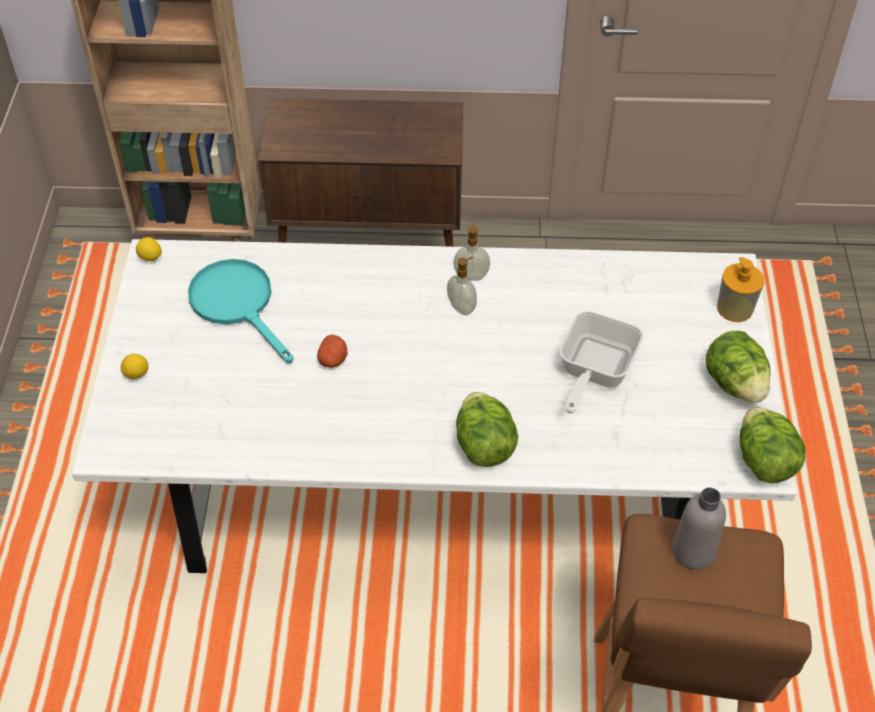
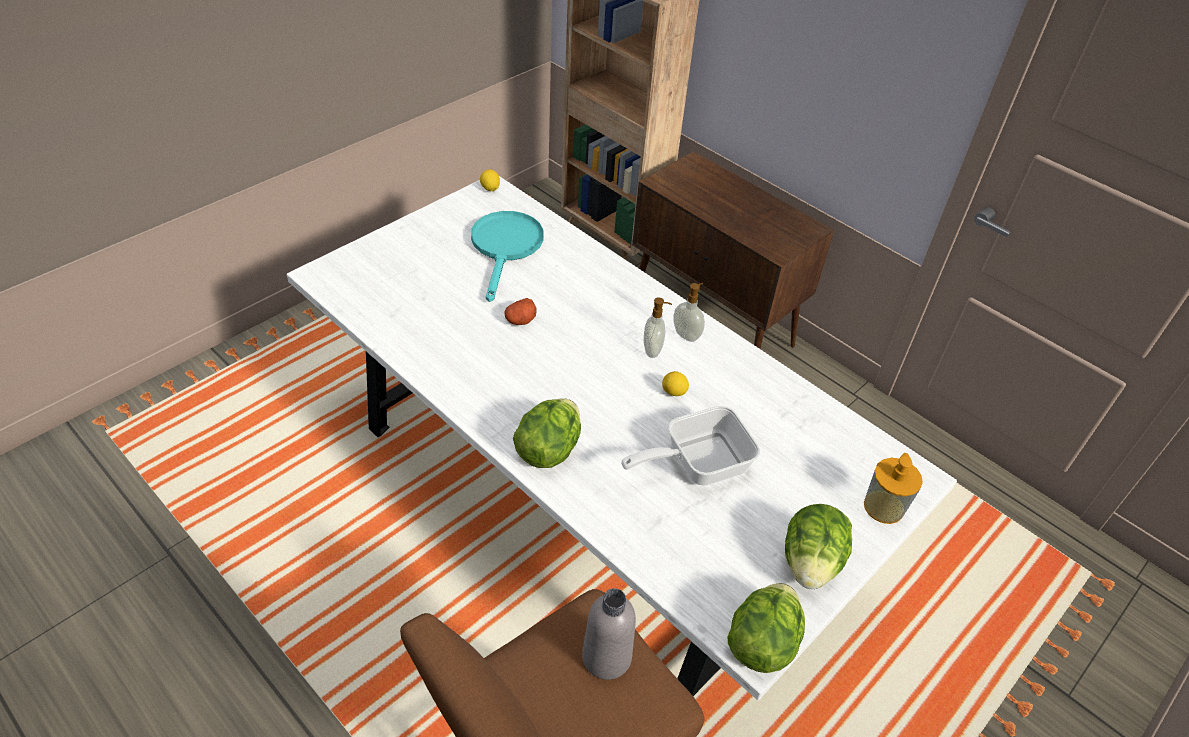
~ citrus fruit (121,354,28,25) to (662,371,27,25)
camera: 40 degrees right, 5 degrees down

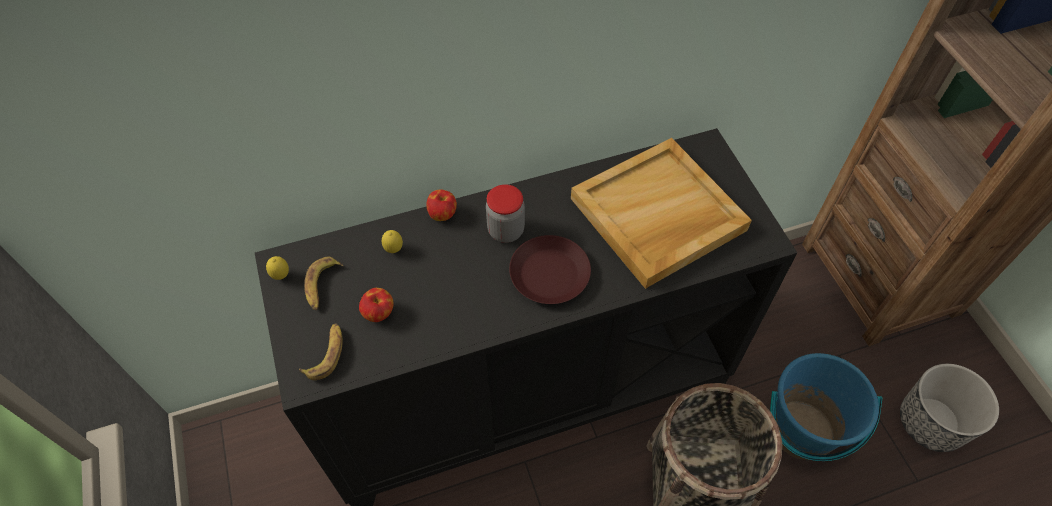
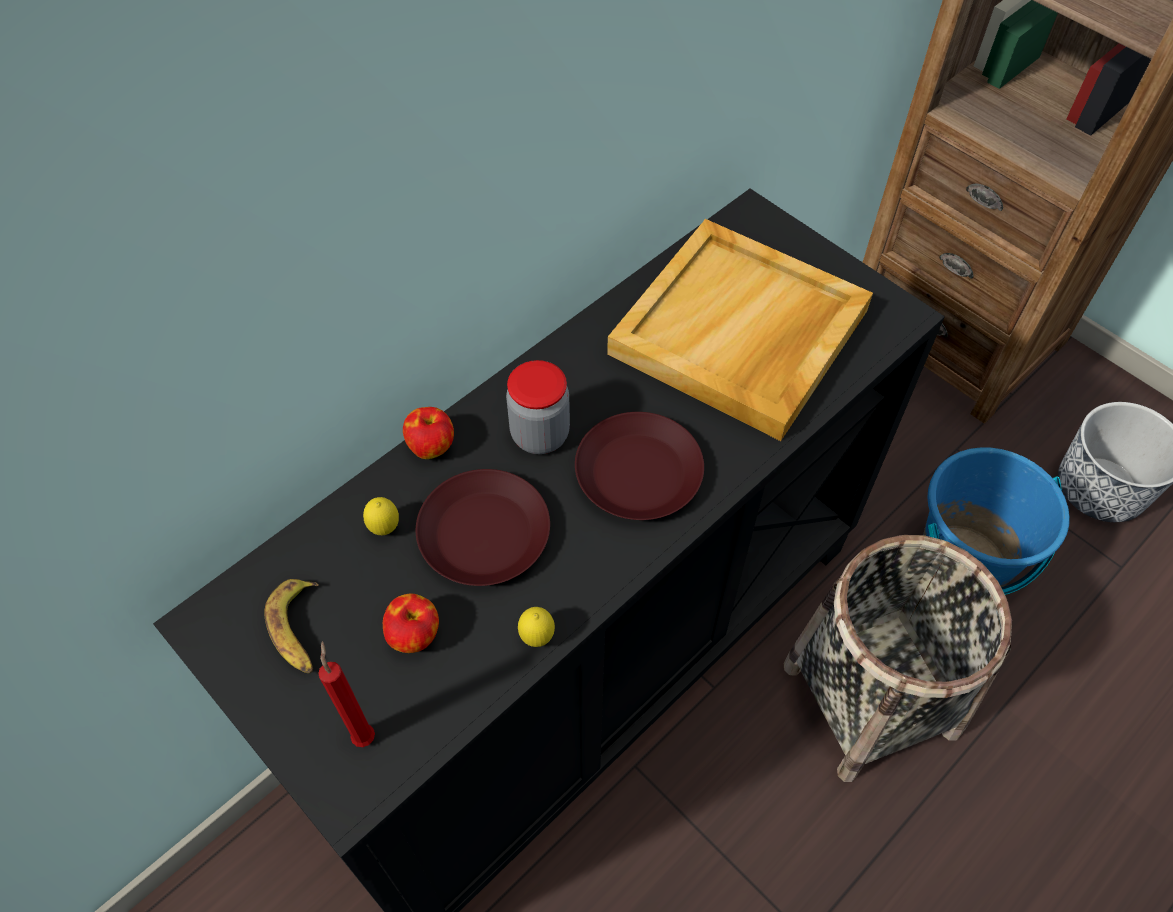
~ banana fruit (299,323,44,57) to candle in red-coloured (318,641,57,106)
+ flat dish in brown-coloured (416,469,134,117)
~ citrus fruit (266,256,23,24) to (518,607,37,40)
camera: 25 degrees left, 0 degrees up

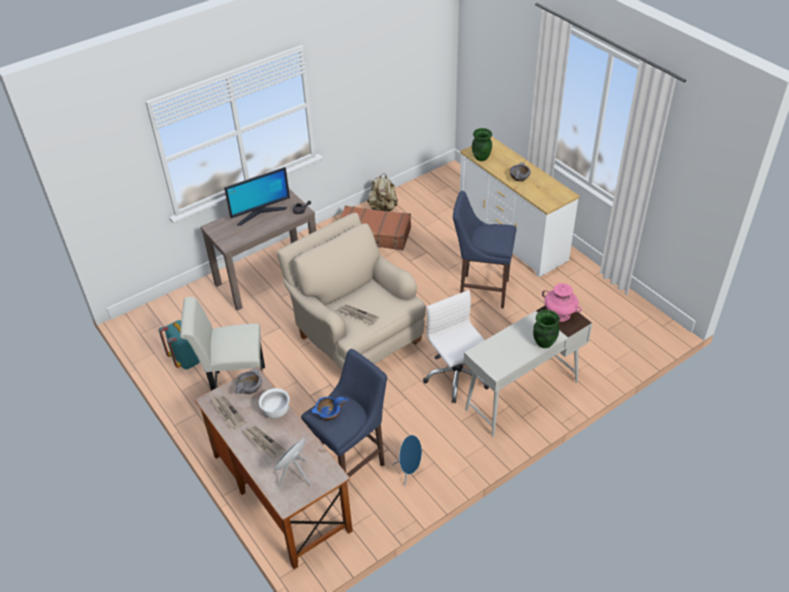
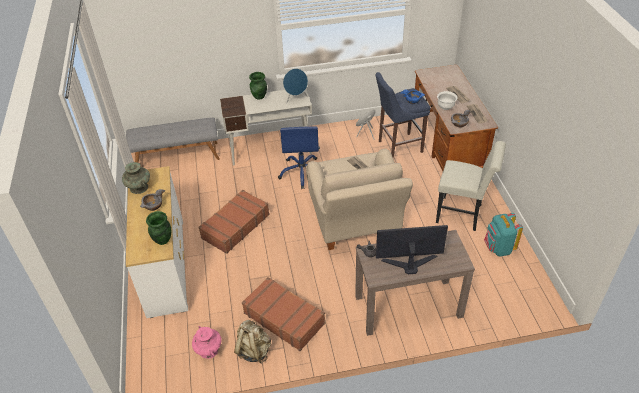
+ vase in turquoise-coloured (122,162,28,32)
+ bench in greyish (126,117,94,46)
~ vase in pinkish (542,283,40,39) to (192,326,30,33)
~ sitting stool in blue (453,191,63,118) to suitcase in brown-coloured (198,190,72,64)
~ office chair in whitish (423,290,66,113) to office chair in blue (278,126,42,63)
~ audio speaker in blue (274,437,38,50) to (283,69,25,35)
camera: 155 degrees left, 0 degrees up

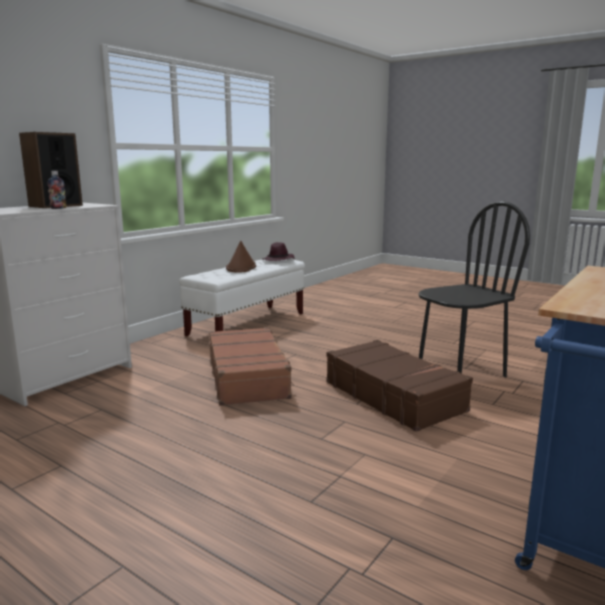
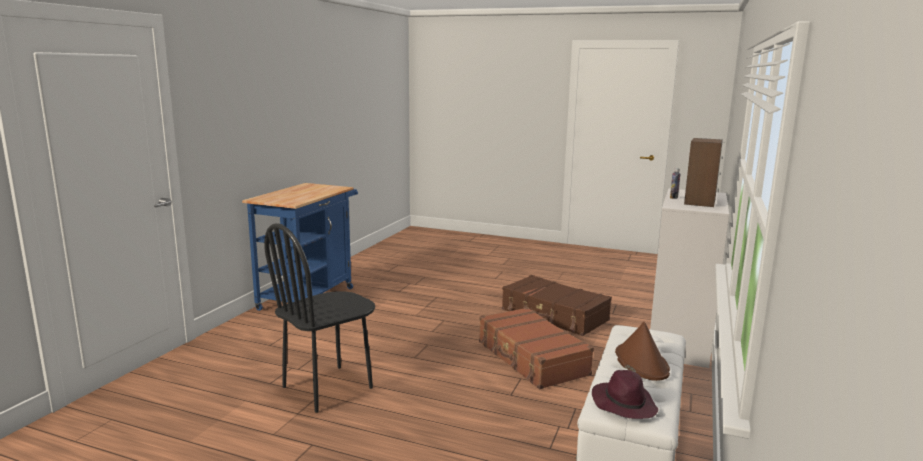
~ suitcase in brown-coloured (326,340,147,92) to (502,275,110,61)
camera: 165 degrees right, 0 degrees up

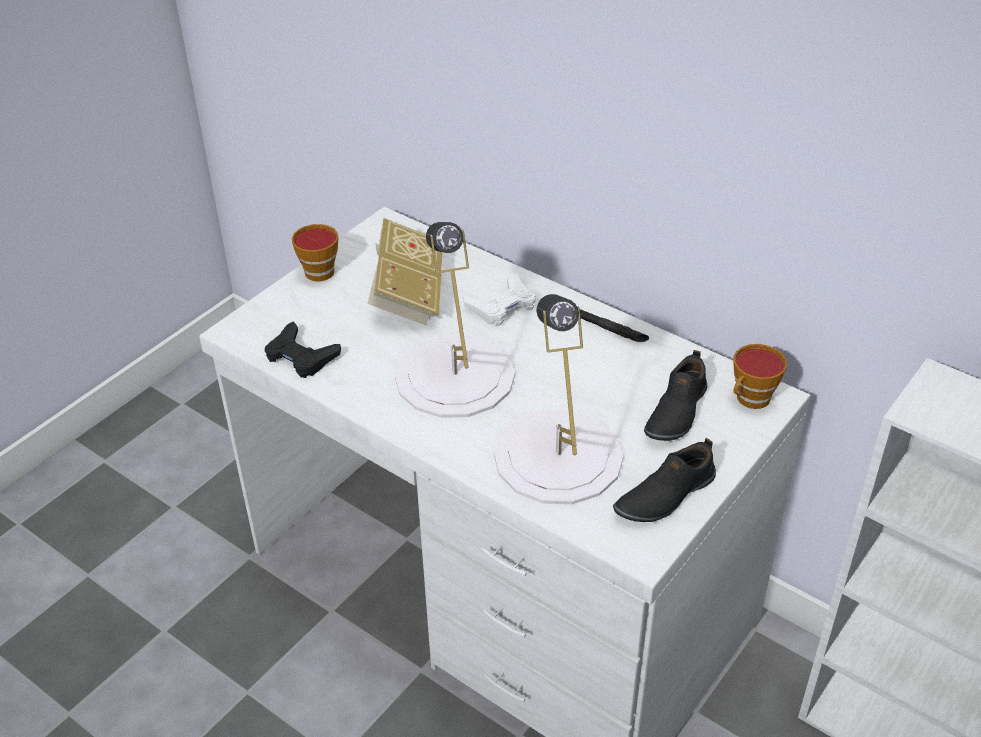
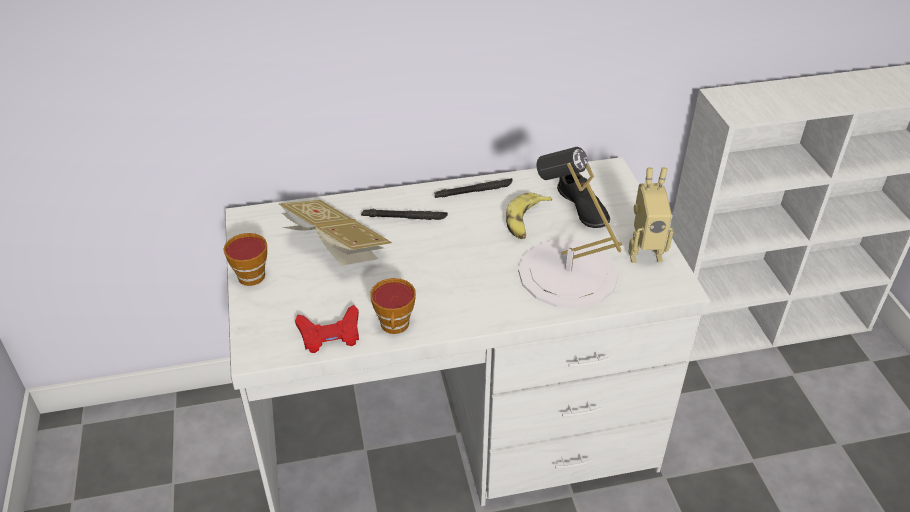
~ game controller in blackish (265,322,76,56) to game controller in red-coloured (295,305,64,48)
~ game controller in whitish (463,273,73,53) to flashlight in blackish (361,208,87,12)
~ cup (733,344,54,65) to (370,278,46,56)
+ banana fruit (506,192,46,47)
~ item of footwear in blackish (613,438,103,84) to toy robot (628,167,45,96)
- table lamp in whitish (395,222,120,196)
camera: 50 degrees left, 0 degrees up

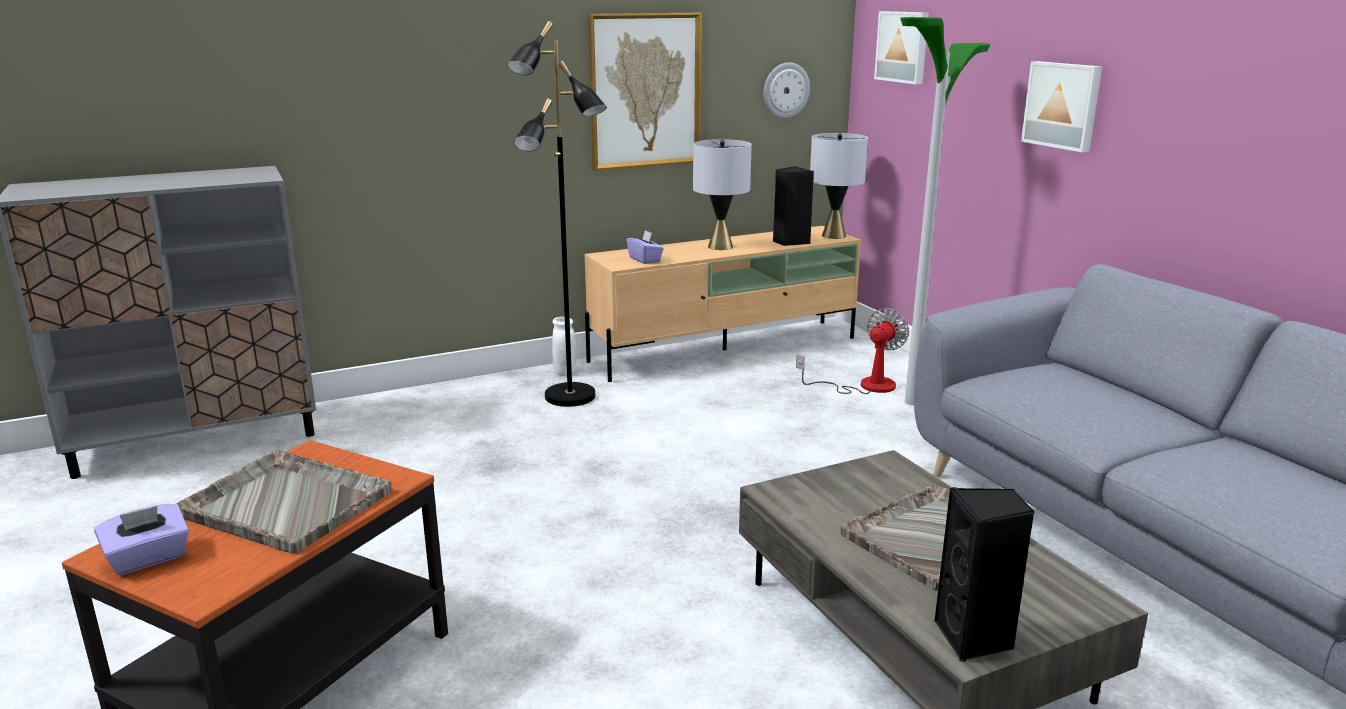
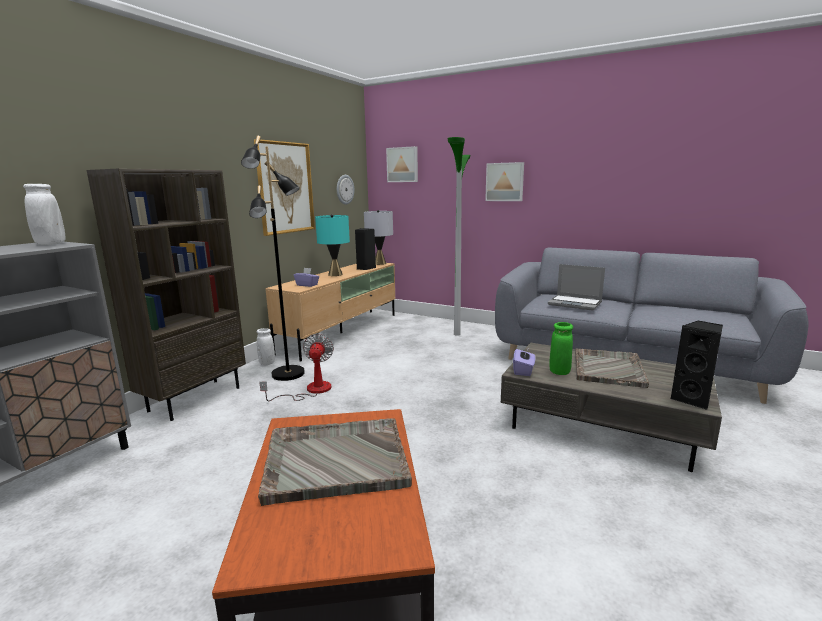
+ vase in whitish (23,184,43,61)
+ bookcase in brown-coloured (87,168,159,253)
~ fan (796,308,113,86) to (259,334,75,67)
~ table lamp in greyish (693,139,59,111) to table lamp in turquoise-coloured (315,214,35,62)
~ tissue holder in purplish (94,504,95,71) to (513,347,22,29)
+ portable computer (548,264,57,47)
+ vase in green (549,322,24,53)
camera: 35 degrees left, 5 degrees down

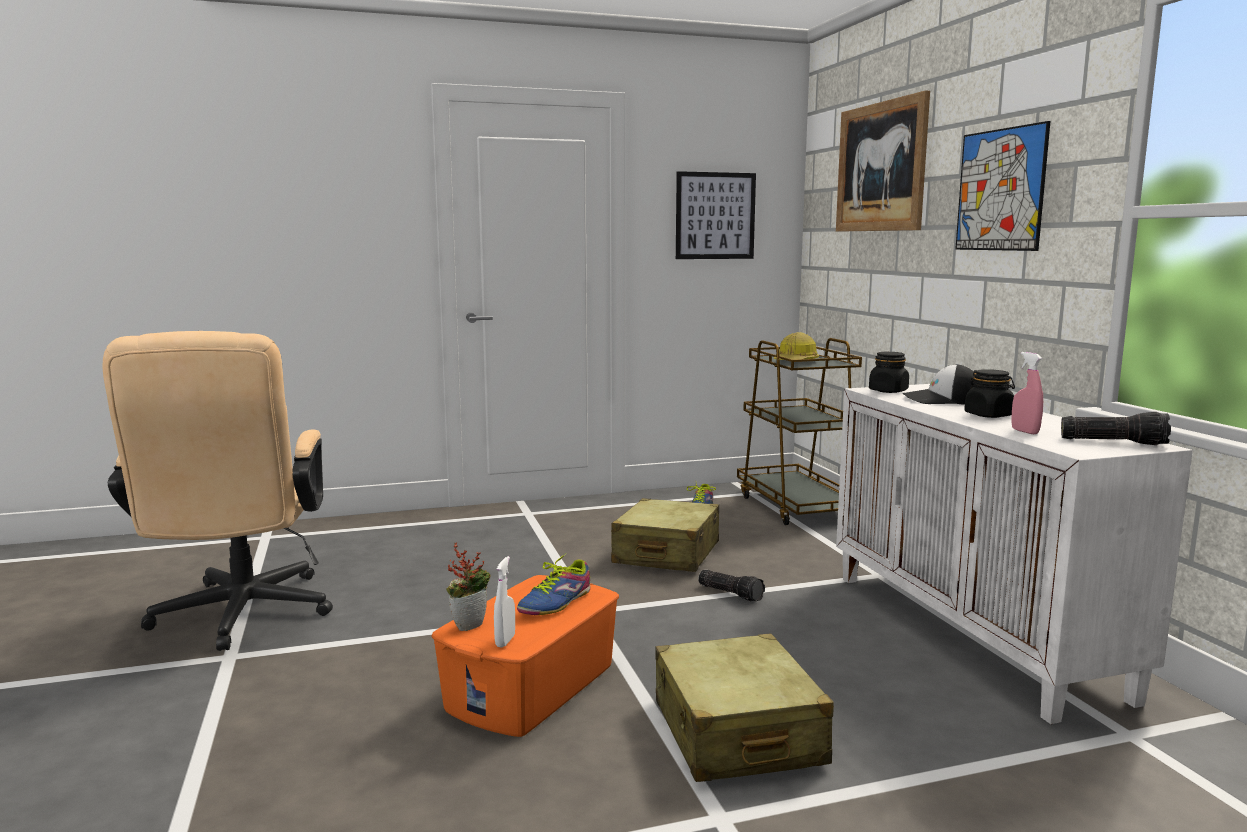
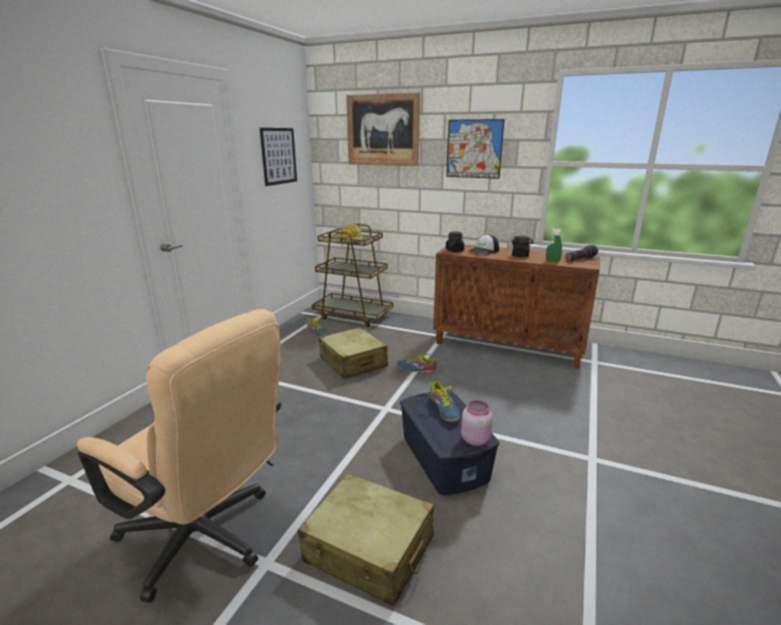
~ suitcase in sand-coloured (655,633,179,149) to (298,473,136,134)
~ flashlight (698,570,67,31) to item of footwear (396,353,41,20)
~ storage box in orangey (431,575,188,162) to storage box in blue (400,391,99,104)
~ cabinet in whitish (836,384,357,340) to cabinet in brown-coloured (433,244,167,125)
~ sprayer in whitish (494,556,21,91) to storage jar in pinkish (461,400,32,46)
~ sprayer in pinkish (1011,352,32,82) to sprayer in green (546,228,16,34)
- plant in a pot (447,543,43,88)
camera: 50 degrees left, 10 degrees up

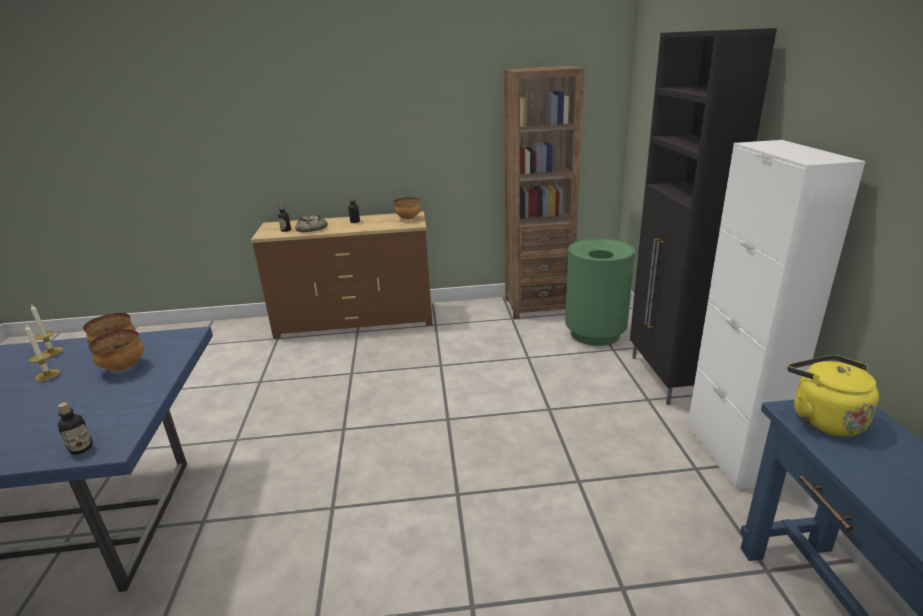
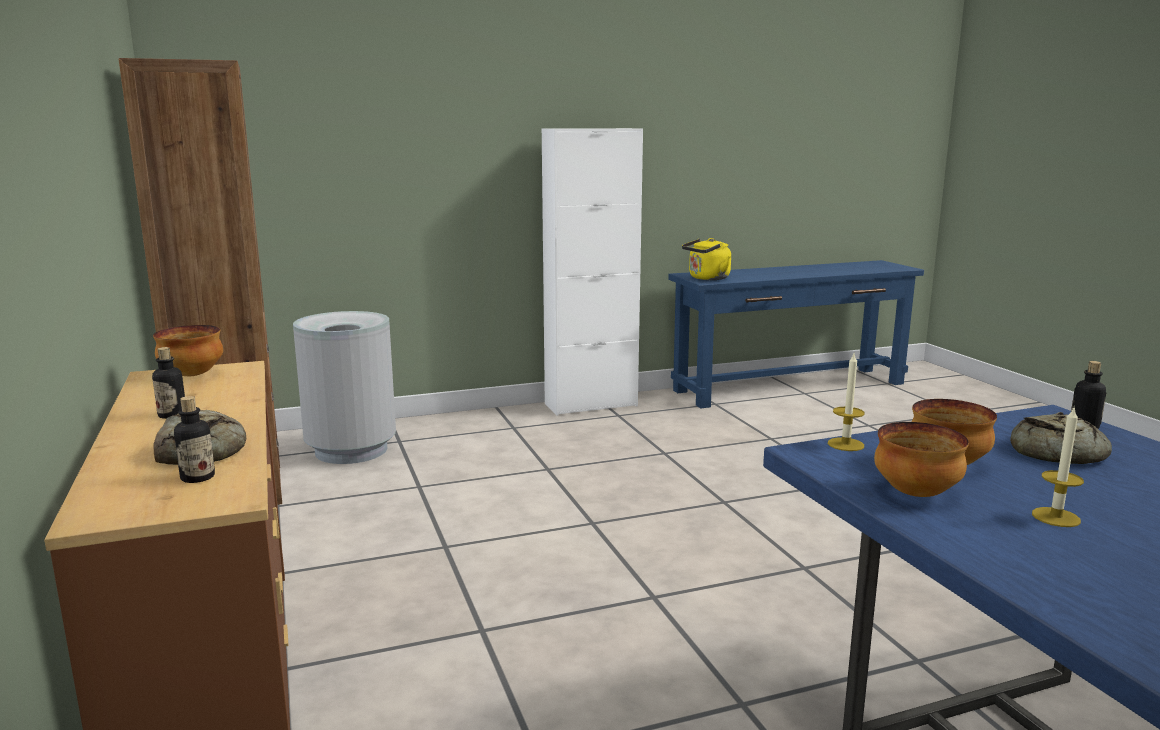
~ rubbish bin in green (565,239,70,107) to rubbish bin in greyish (293,311,103,153)
~ candle (31,304,32,53) to (828,354,37,97)
+ bread (1010,412,102,52)
- cabinet in blackish (630,28,147,377)
camera: 105 degrees left, 10 degrees down

